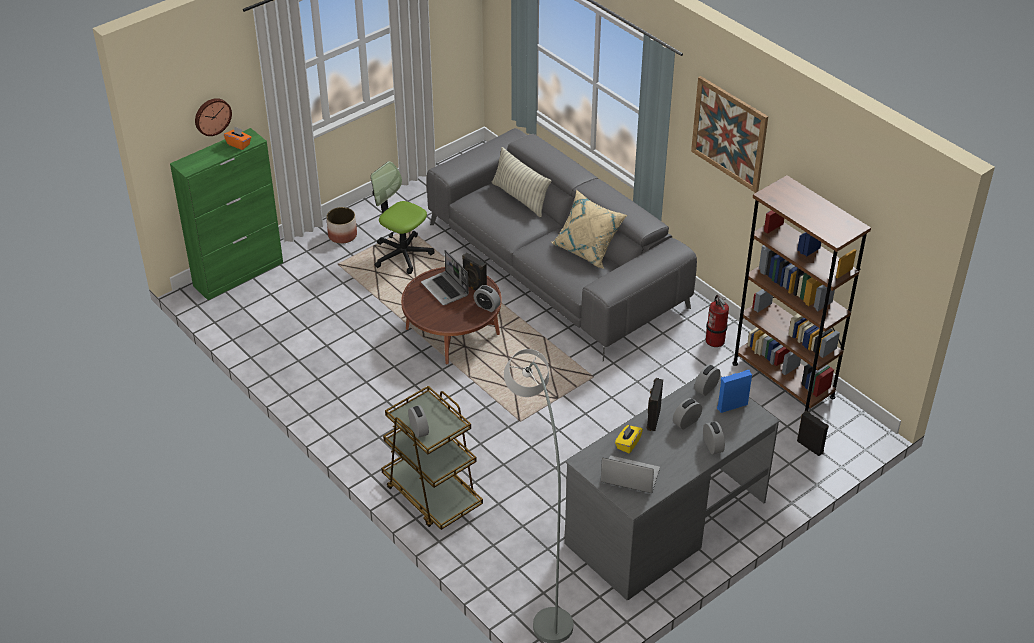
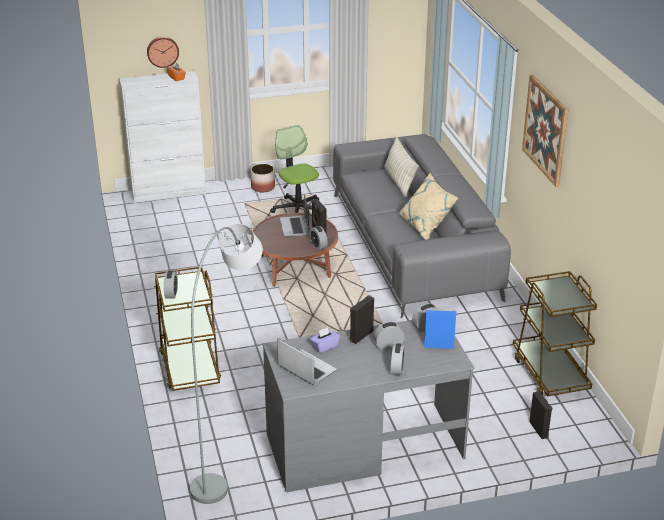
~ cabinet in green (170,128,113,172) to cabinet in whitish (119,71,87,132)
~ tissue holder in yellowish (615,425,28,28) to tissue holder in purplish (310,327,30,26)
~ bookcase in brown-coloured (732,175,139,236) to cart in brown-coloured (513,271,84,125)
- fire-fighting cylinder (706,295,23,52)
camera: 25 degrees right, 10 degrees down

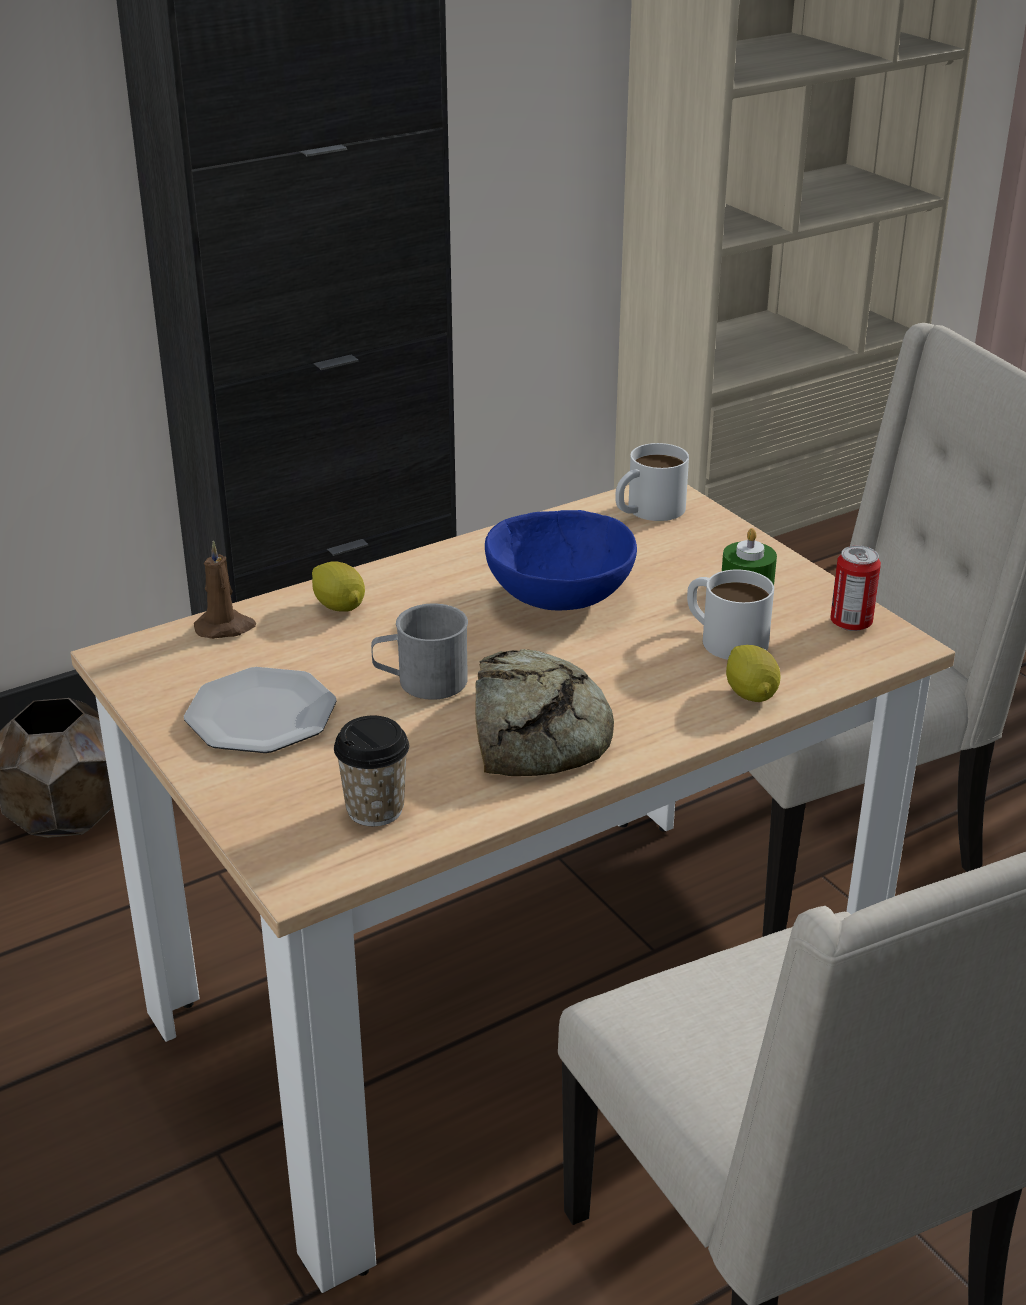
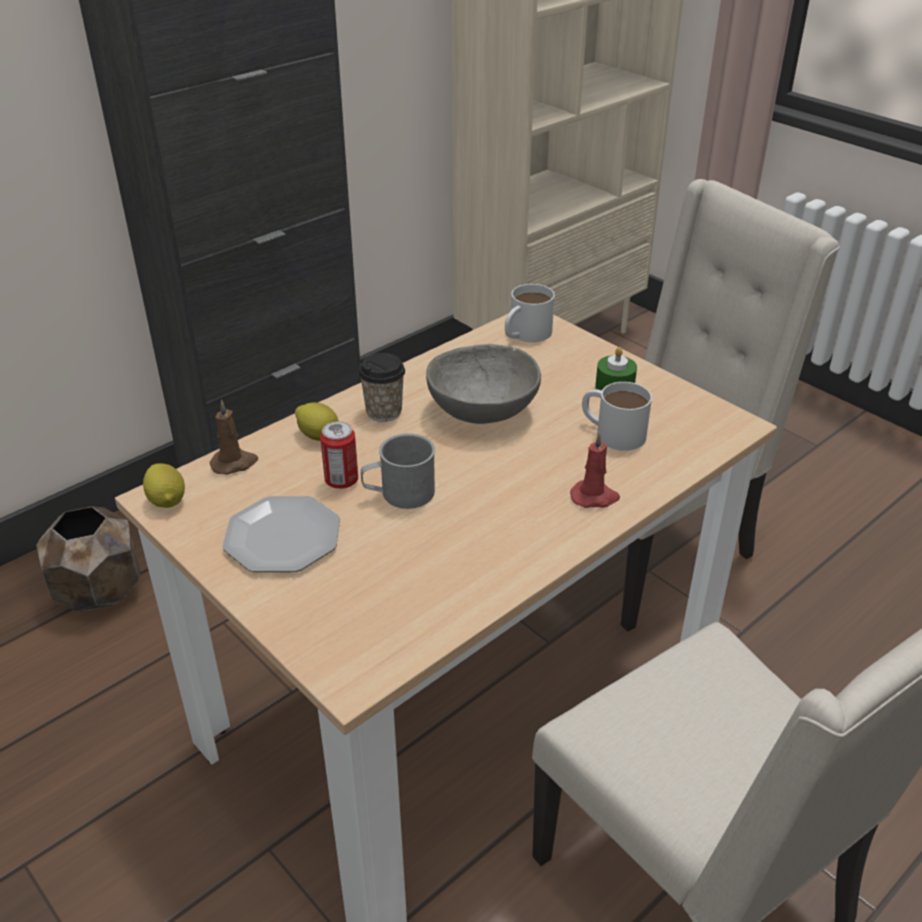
~ citrus fruit (726,645,55,57) to (143,463,42,45)
~ metal can (830,546,51,85) to (320,421,38,68)
~ cup (334,716,75,110) to (358,353,47,69)
~ bowl in blue (485,510,152,100) to bowl in greyish (426,344,115,80)
+ candle in red-coloured (570,432,50,76)
- bread (475,649,139,127)
camera: 10 degrees left, 5 degrees up

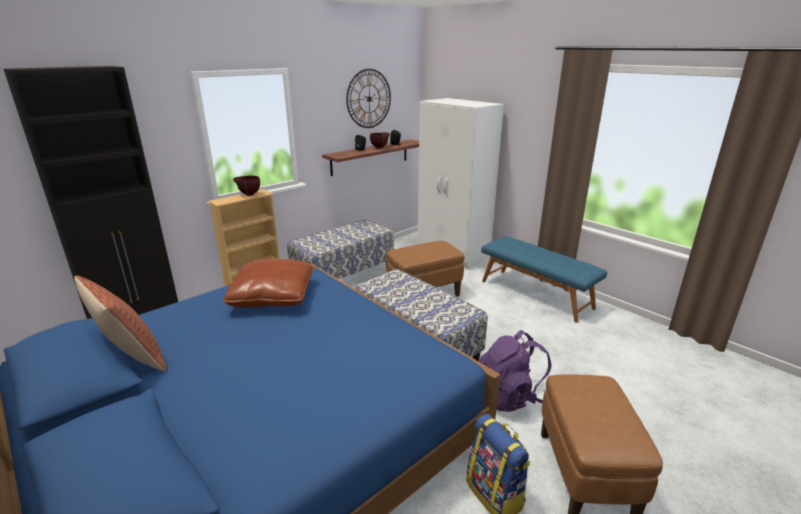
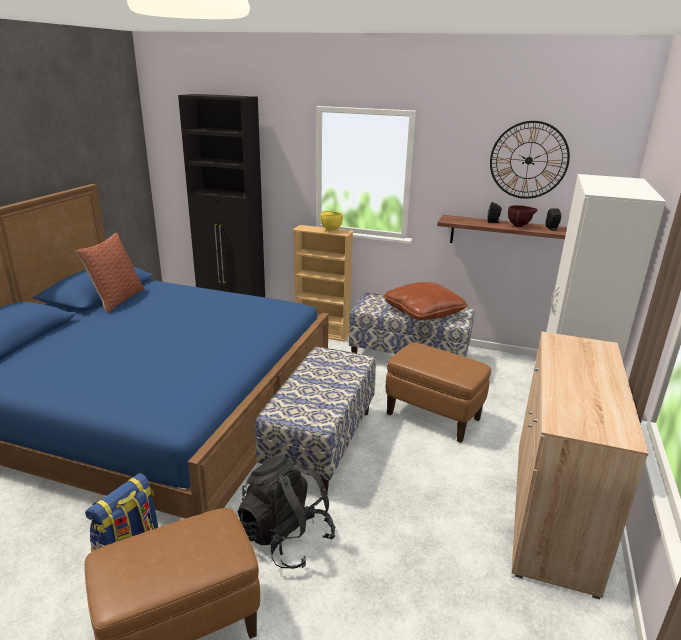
~ rucksack in purplish (479,330,73,82) to rucksack in blackish (238,455,97,114)
~ bowl in brown-coloured (233,176,27,20) to bowl in yellowish (320,211,23,21)
~ pillow in brown-coloured (223,259,91,48) to (383,282,85,38)
~ bench in blue (481,237,126,86) to cabinet in sand-coloured (512,332,137,267)
camera: 60 degrees right, 0 degrees up

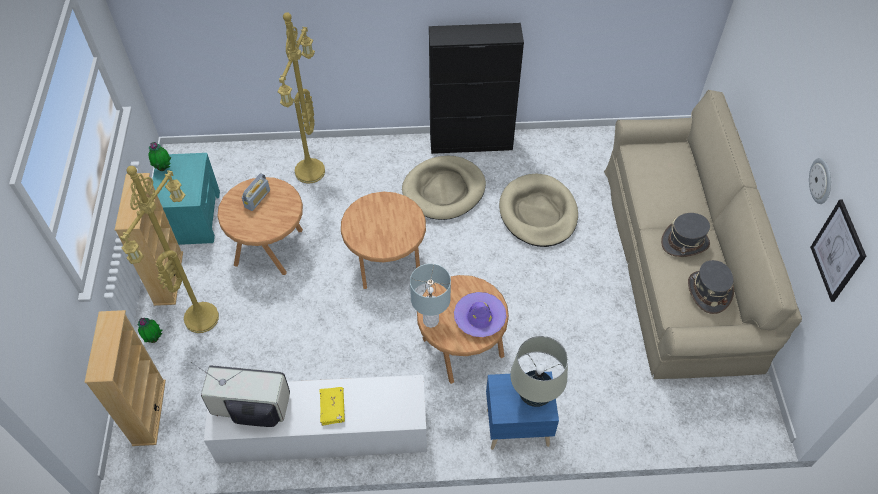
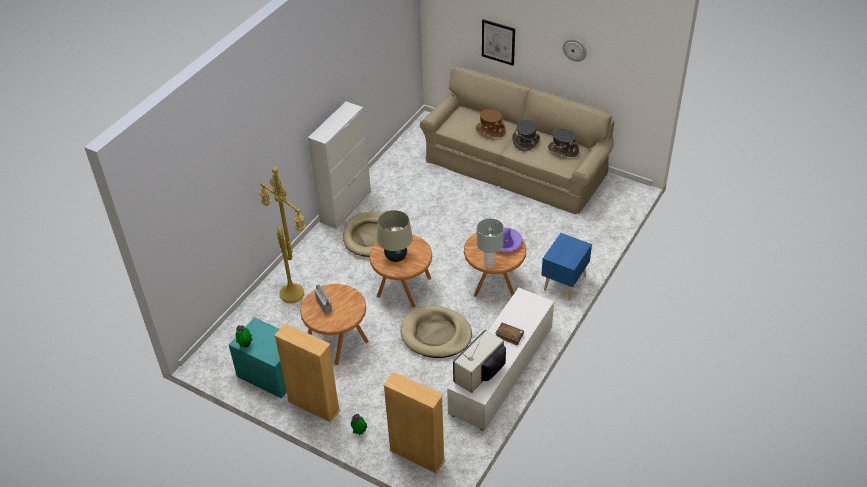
~ cabinet in blackish (429,23,95,131) to cabinet in whitish (308,101,63,128)
~ table lamp in sand-coloured (510,336,58,71) to (377,210,36,52)
~ dog bed in sand-coloured (499,174,79,73) to (401,306,71,52)
+ wearable hat in brown-coloured (476,109,30,28)
~ wall picture (810,199,56,103) to (482,19,33,47)
~ bound book in yellowish (320,387,25,39) to bound book in brown-coloured (495,322,29,24)
- standing lamp in yellowish (120,166,99,167)
camera: 55 degrees left, 10 degrees down

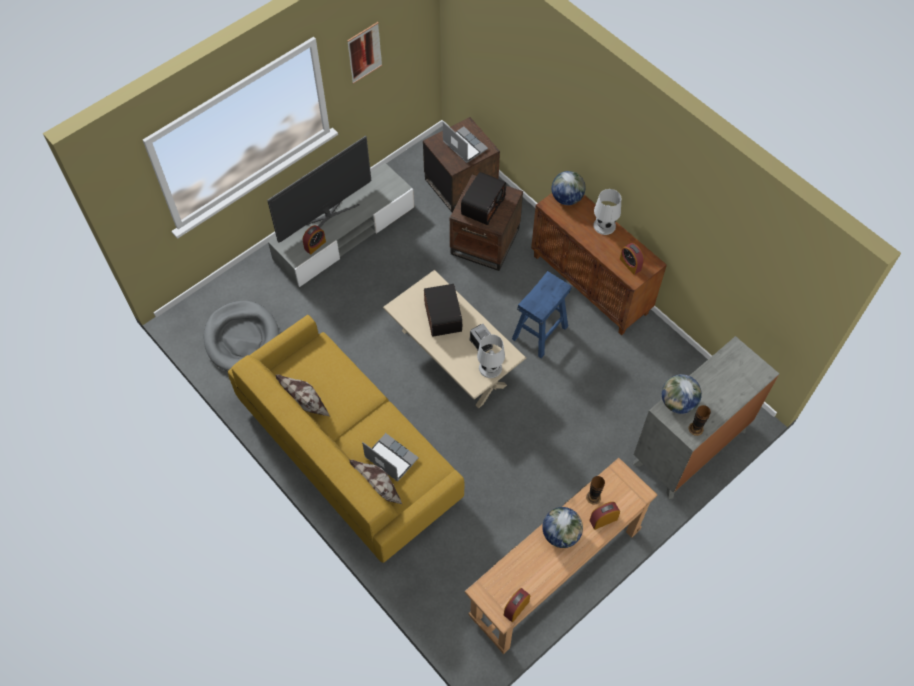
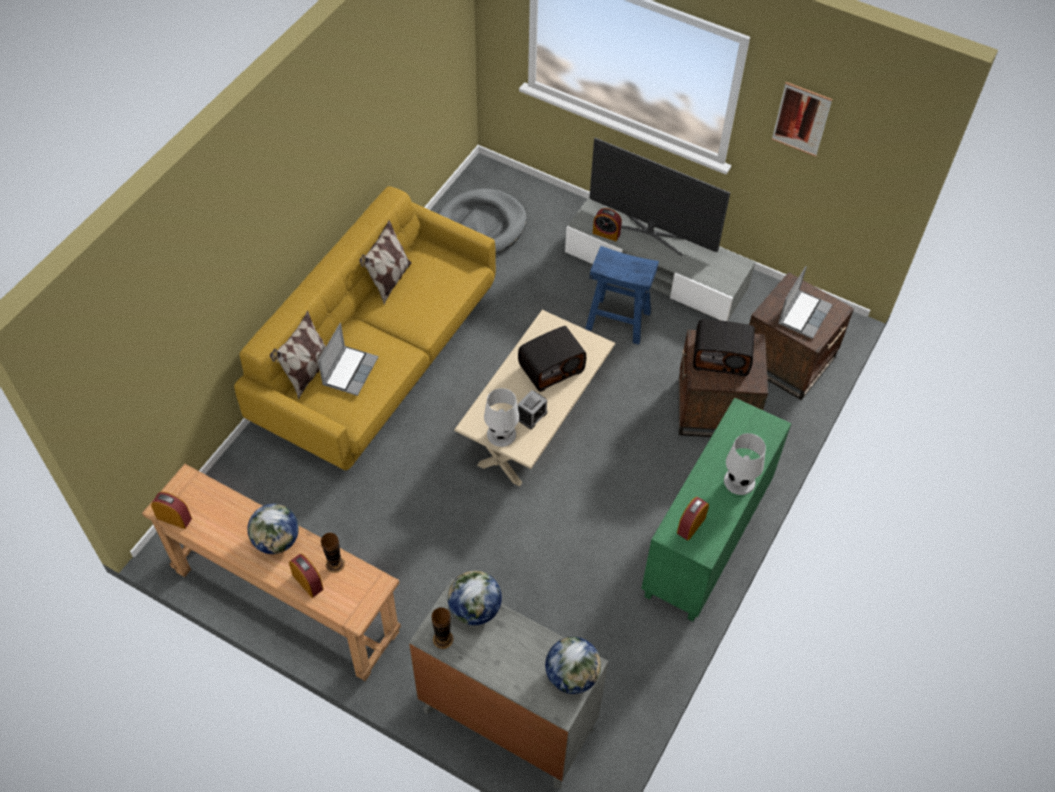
~ world globe (551,171,35,34) to (545,637,56,57)
~ sitting stool in blue (512,271,59,87) to (585,246,74,99)
~ cabinet in brown-coloured (531,193,136,143) to cabinet in green (641,397,151,225)
camera: 70 degrees right, 5 degrees down

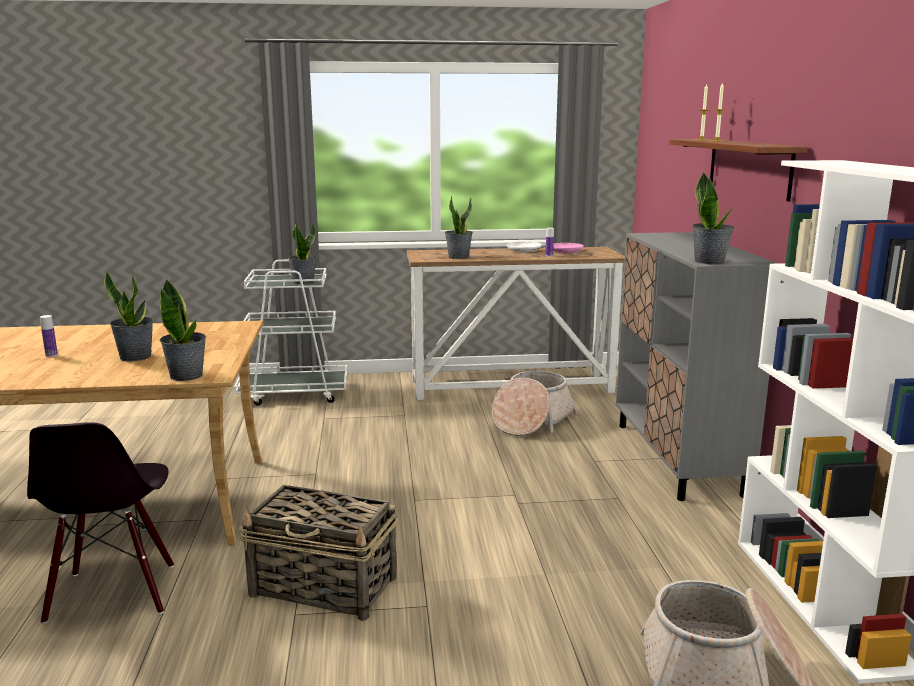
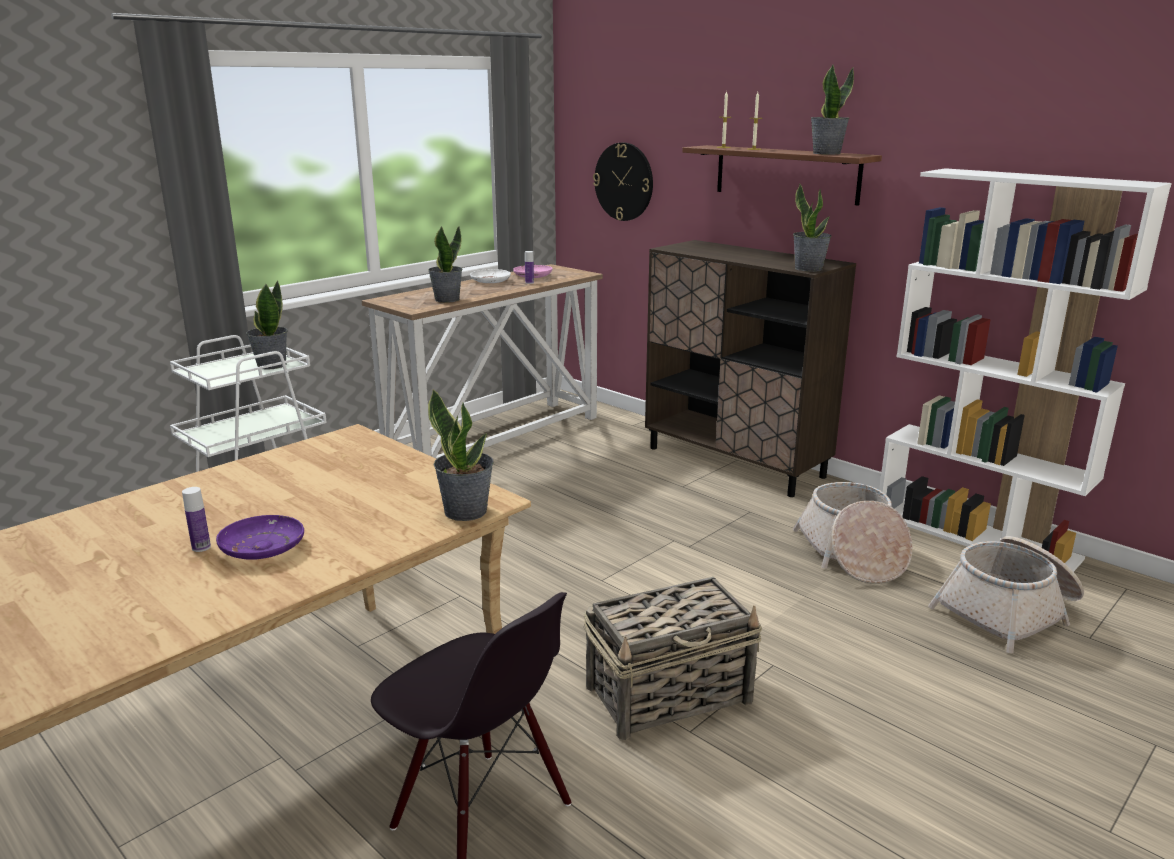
+ flat dish in purplish (216,515,88,45)
+ wall clock (593,143,60,78)
~ cabinet in greyish (616,232,163,269) to cabinet in brown-coloured (645,240,211,257)
~ household basket (492,371,86,65) to (793,482,120,102)
~ plant in a pot (104,271,49,90) to (811,64,43,91)
camera: 40 degrees left, 5 degrees up

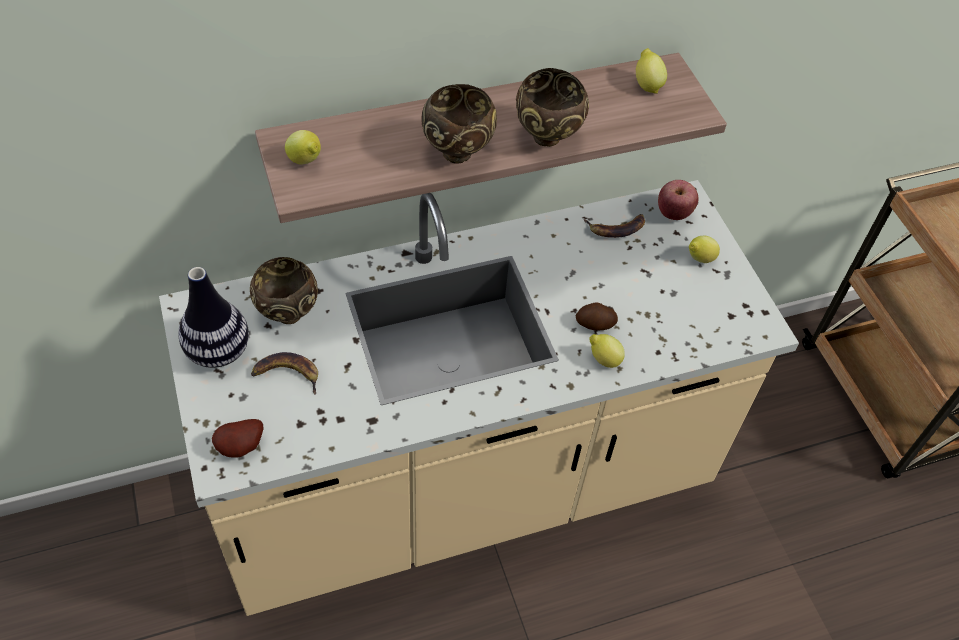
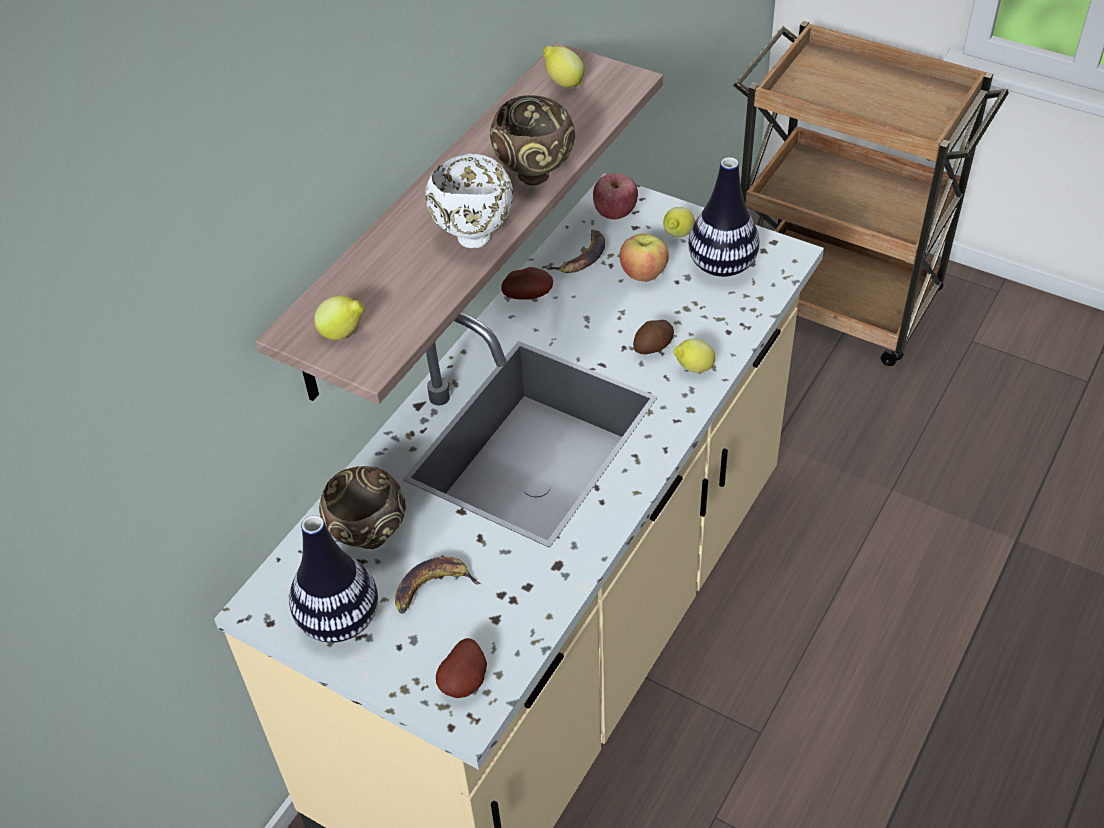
~ bowl in brown-coloured (421,84,76,79) to bowl in whitish (425,154,88,94)
+ spud (501,267,52,33)
+ apple fruit (620,234,49,48)
+ vase (688,157,71,120)
camera: 35 degrees left, 5 degrees down

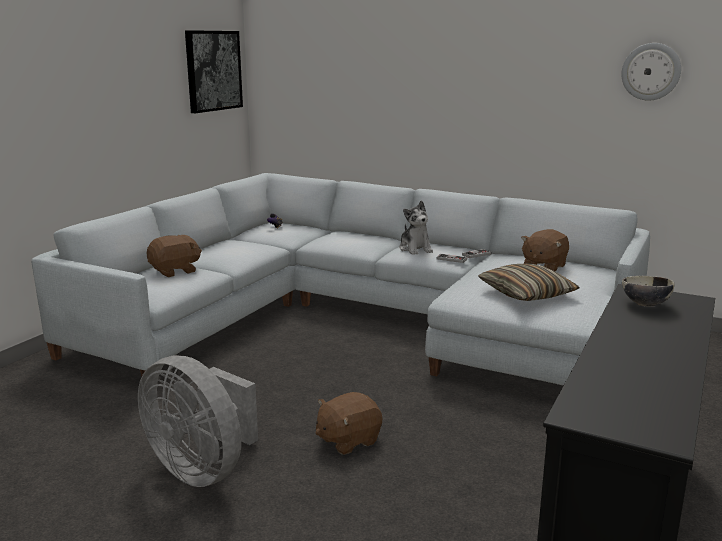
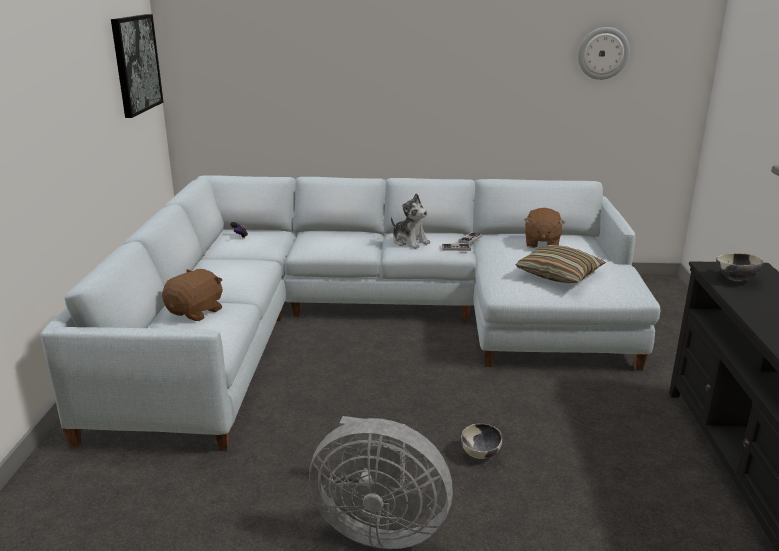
~ plush toy in brown-coloured (316,392,66,63) to bowl (461,423,42,36)
camera: 25 degrees left, 5 degrees up

